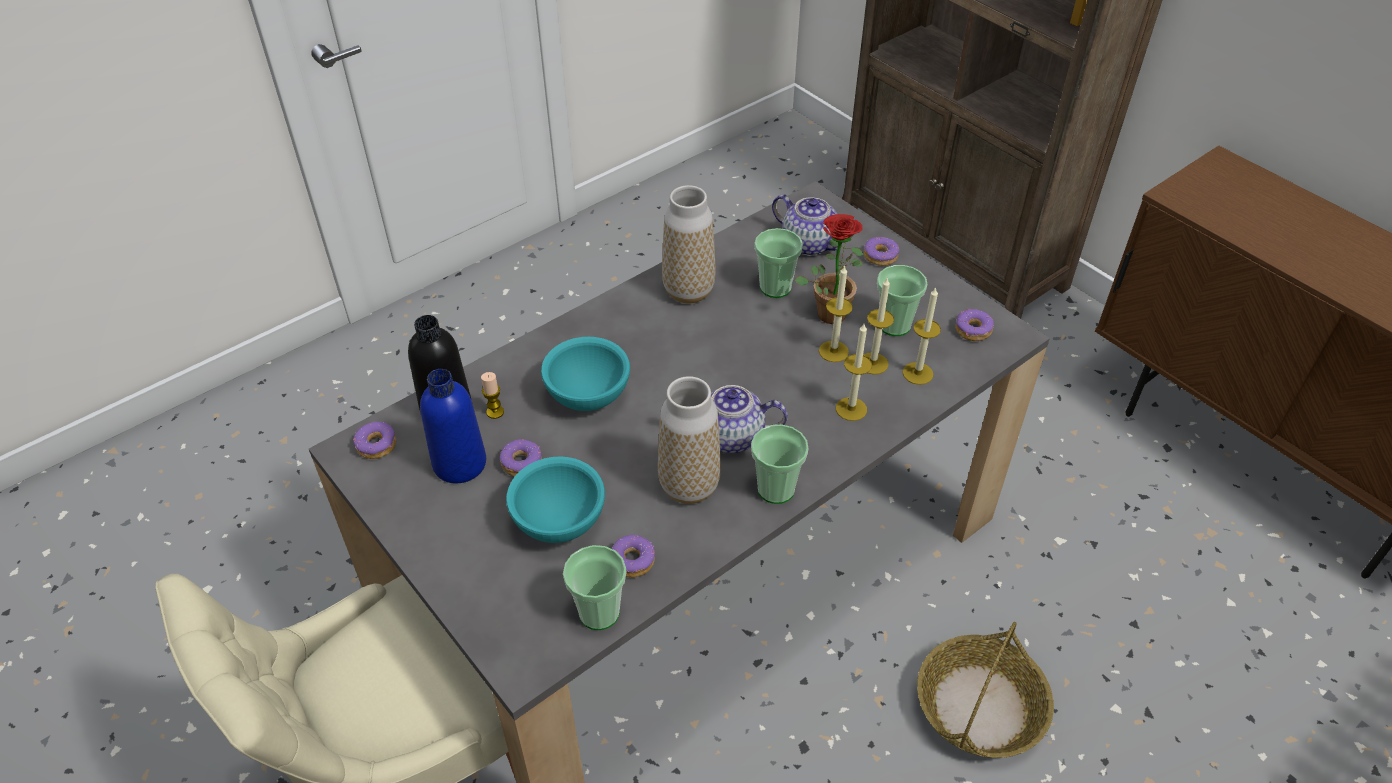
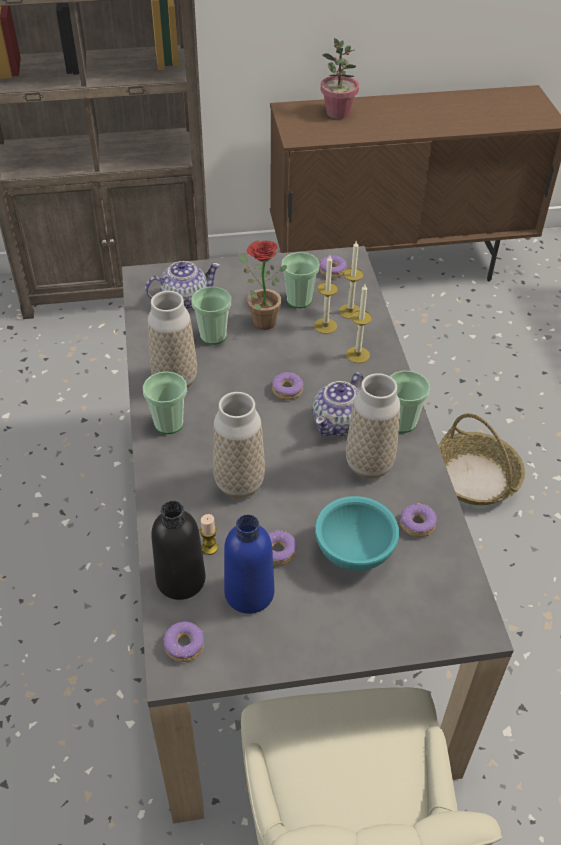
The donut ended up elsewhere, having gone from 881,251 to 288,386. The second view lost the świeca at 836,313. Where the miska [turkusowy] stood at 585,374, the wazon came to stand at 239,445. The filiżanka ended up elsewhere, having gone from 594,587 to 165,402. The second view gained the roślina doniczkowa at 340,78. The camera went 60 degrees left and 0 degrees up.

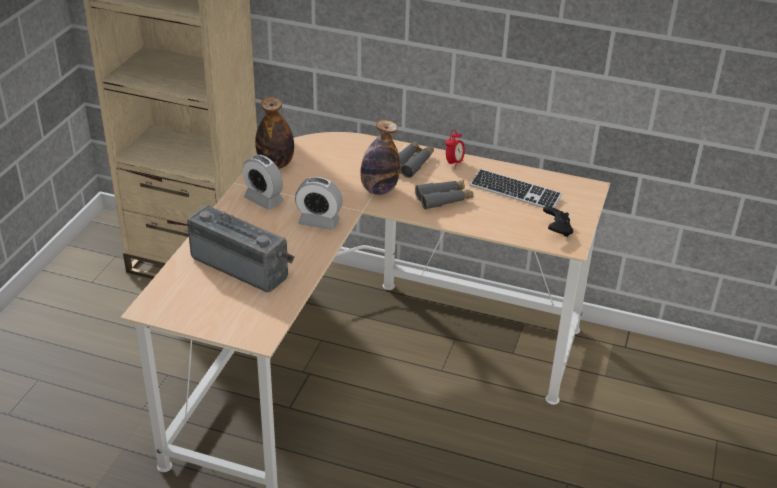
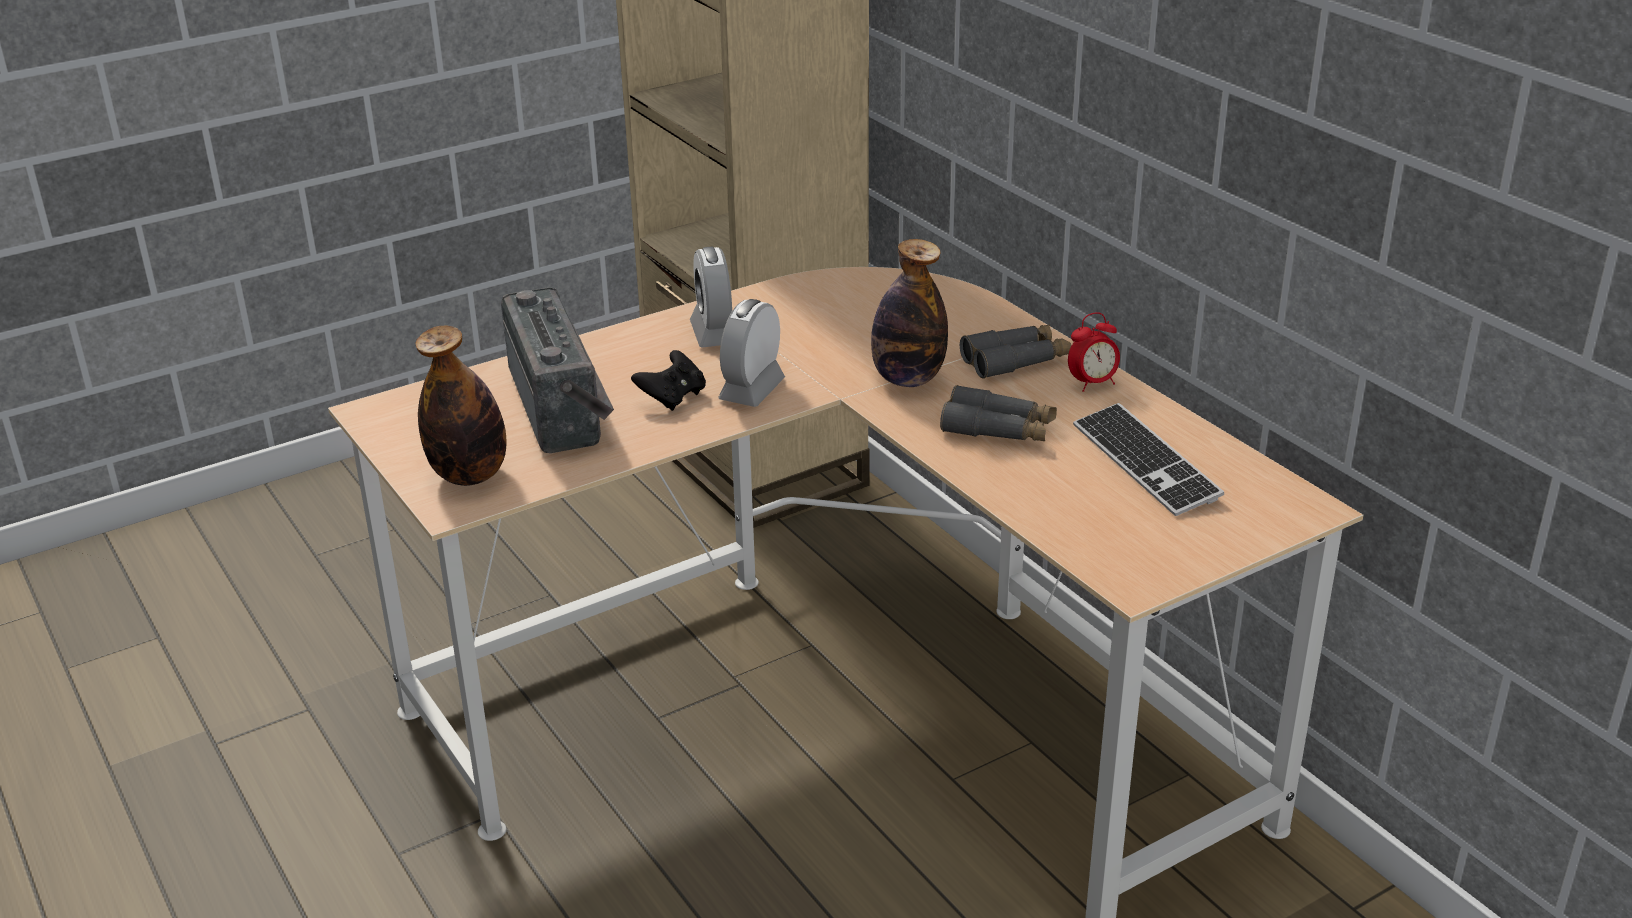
The butelka ended up elsewhere, having gone from 274,133 to 461,406. The budzik at 319,203 ended up facing another way, 60 degrees clockwise from before. The pad do gier [czarny] ended up elsewhere, having gone from 558,221 to 668,380. The camera went 40 degrees right and 5 degrees down.

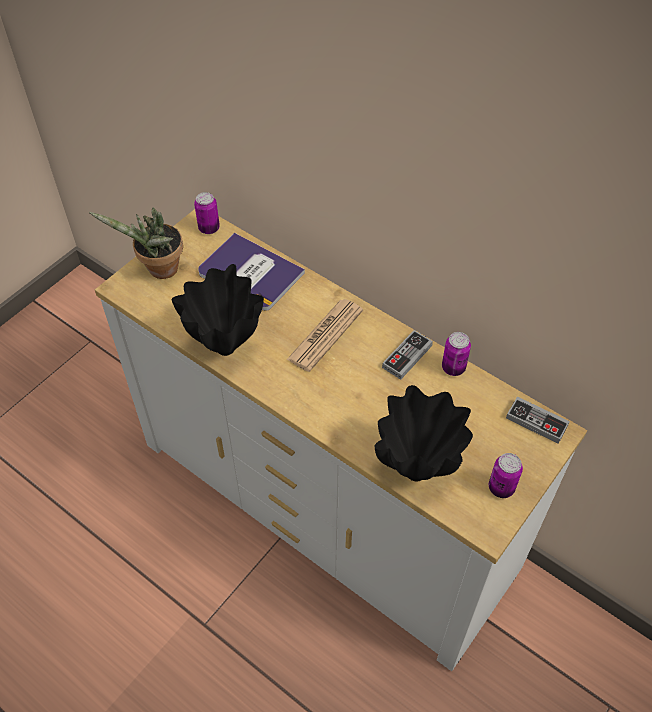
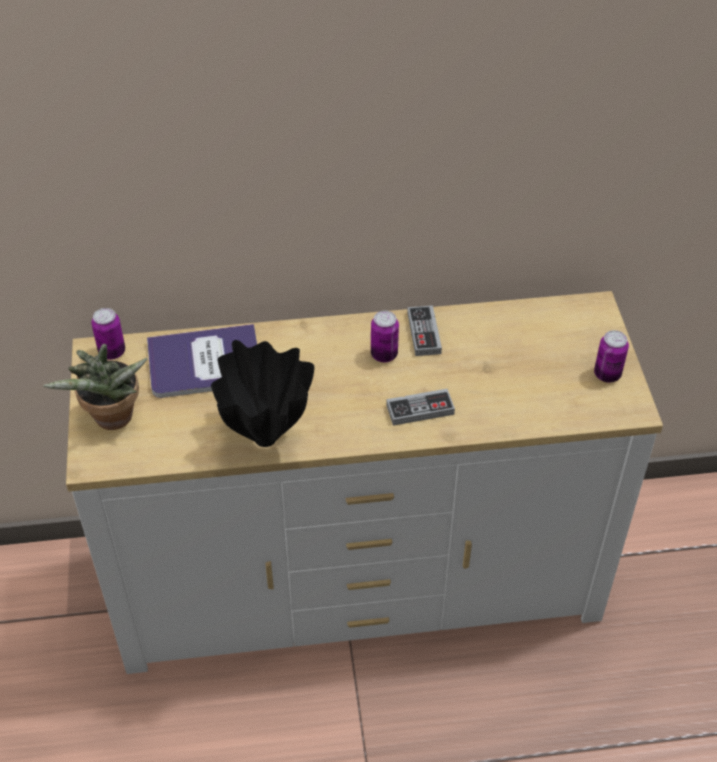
The second view lost the gazeta at 325,335. The puszka ended up elsewhere, having gone from 456,354 to 385,336. The second view lost the wazon [czarny] at 424,433. The pad do gier ended up elsewhere, having gone from 538,420 to 420,407. The camera went 45 degrees left and 5 degrees down.

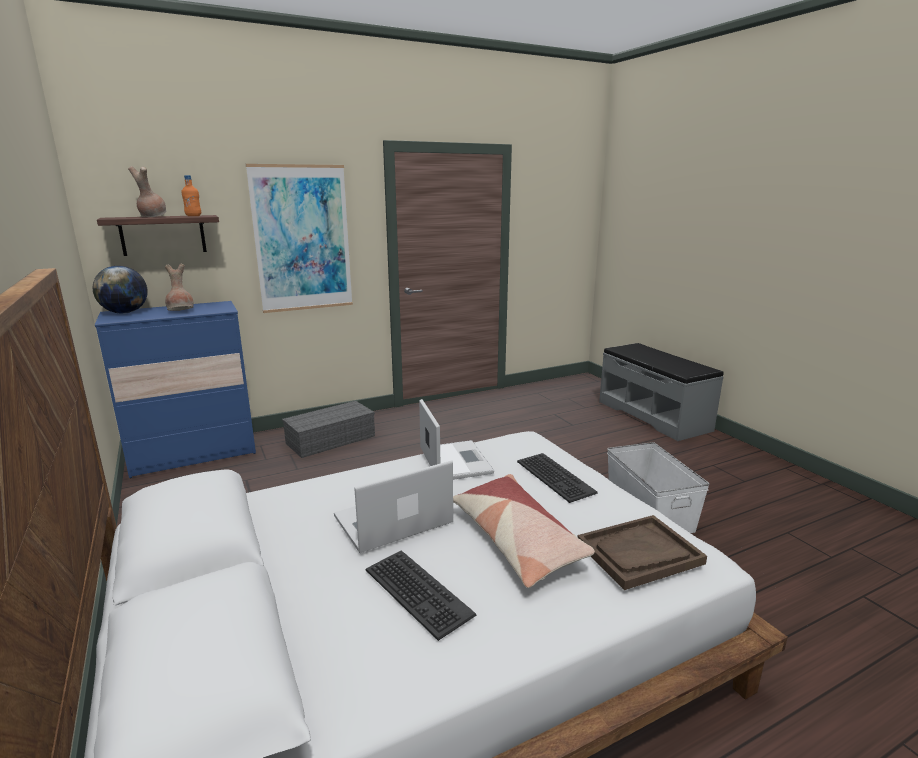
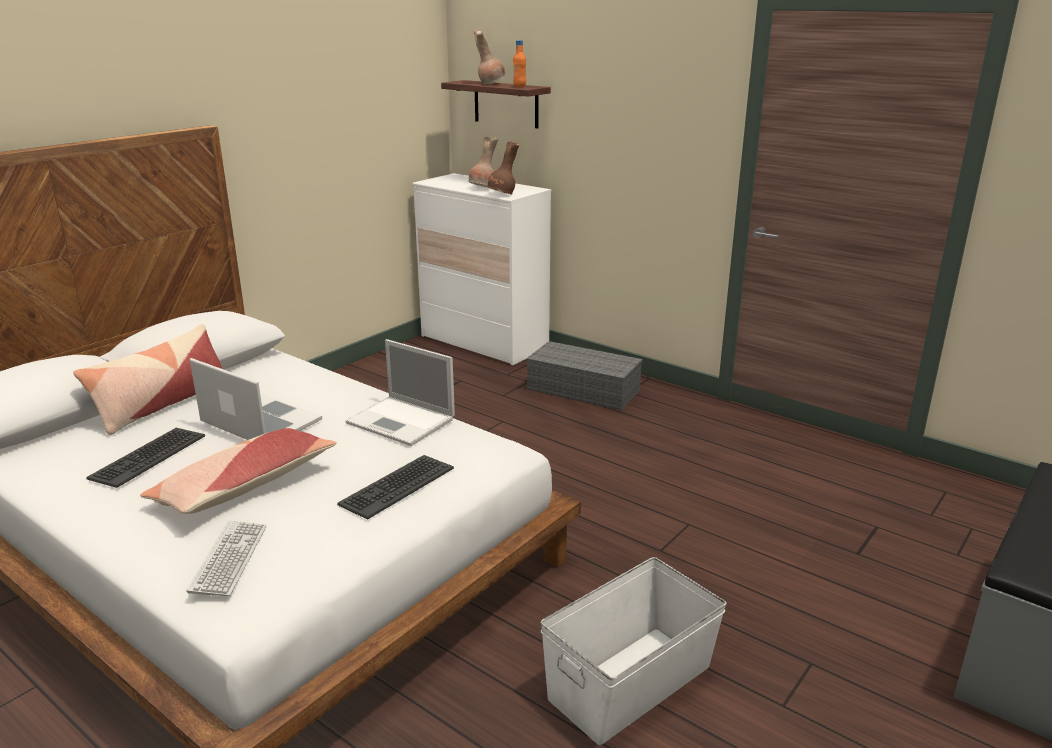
The second view lost the obraz at 299,238. The second view lost the globus at 120,290. What was the komoda [niebieski] at 175,389 turned into the komoda [biały] at 481,269. The laptop at 456,439 ended up facing another way, 75 degrees clockwise from before. Where the taca [brązowy] stood at 642,552, the klawiatura came to stand at 226,558. The second view gained the wazon [brązowy] at 503,167. The second view gained the poduszka at 148,379. The camera went 65 degrees right and 5 degrees up.

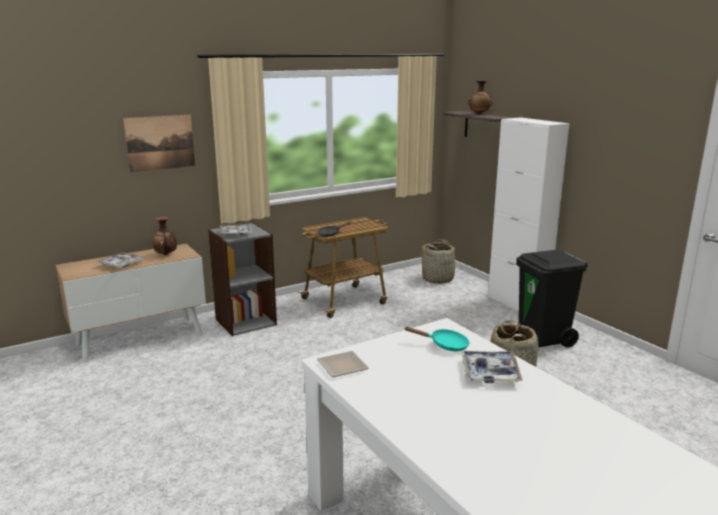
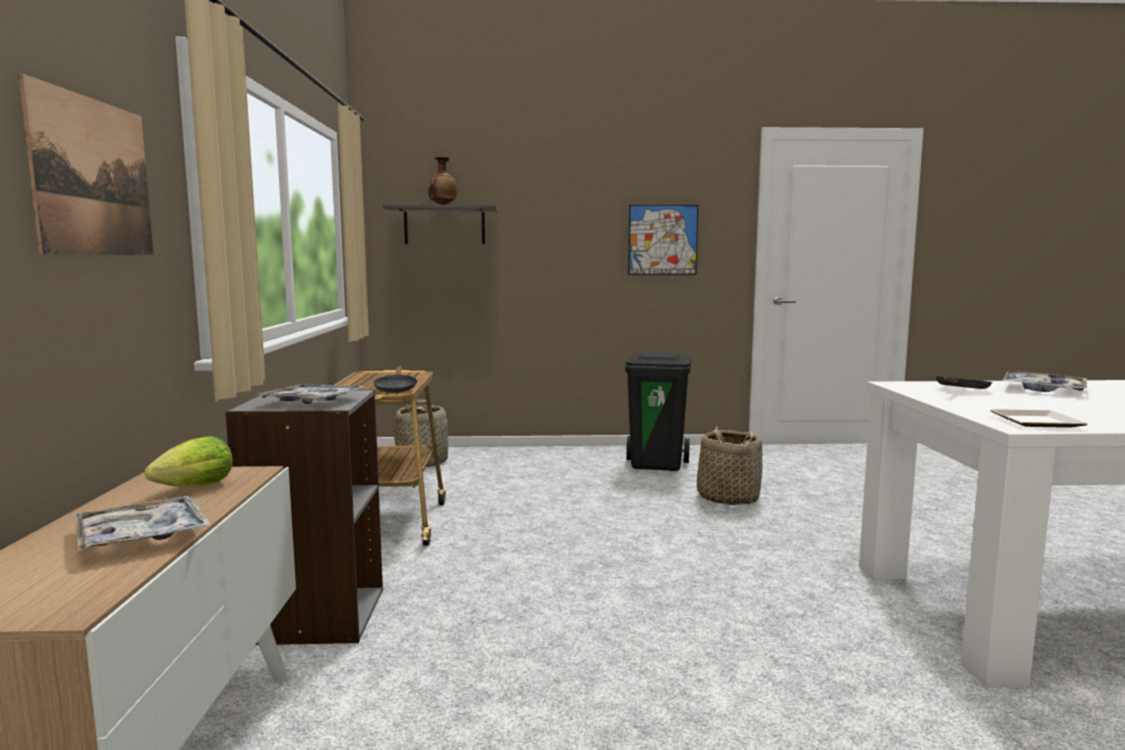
The second view lost the szafka [biały] at 529,214. Where the wazon stood at 165,236, the sałata came to stand at 189,461. What was the patelnia [turkusowy] at 437,339 turned into the patelnia [czarny] at 964,382. The second view gained the obraz at 663,240. The camera went 60 degrees left and 10 degrees down.

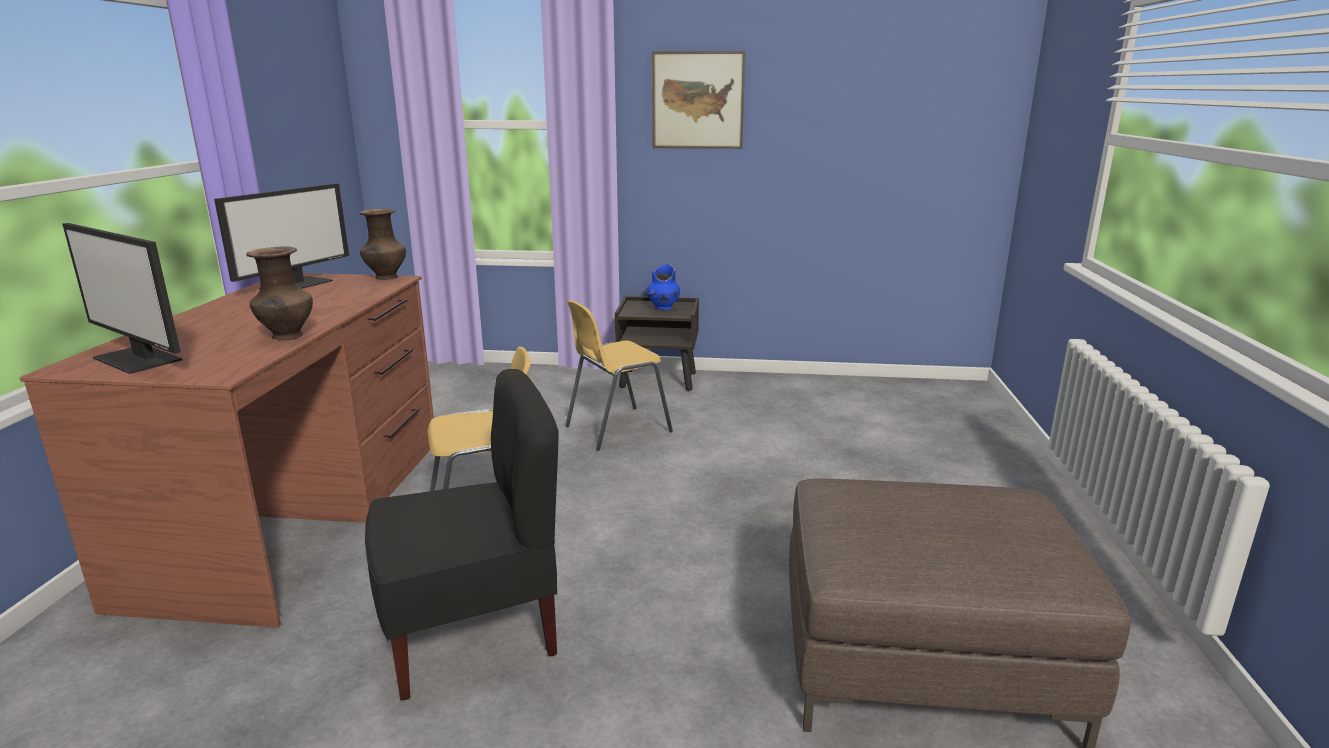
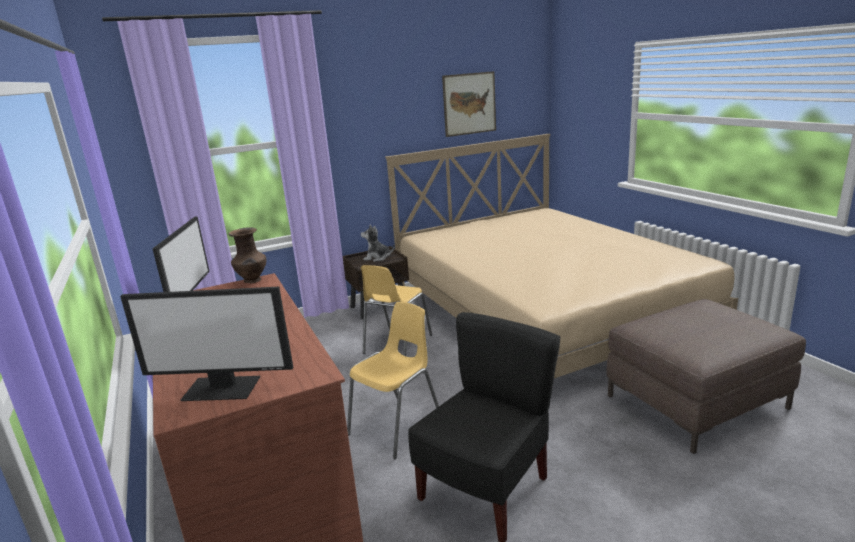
The obraz ended up elsewhere, having gone from 698,100 to 469,104. The second view lost the wazon [brązowy] at 279,293. Where the wazon [niebieski] stood at 663,287, the pluszak came to stand at 377,243. The second view gained the łóżko [beżowy] at 561,256. The camera went 30 degrees left and 0 degrees up.

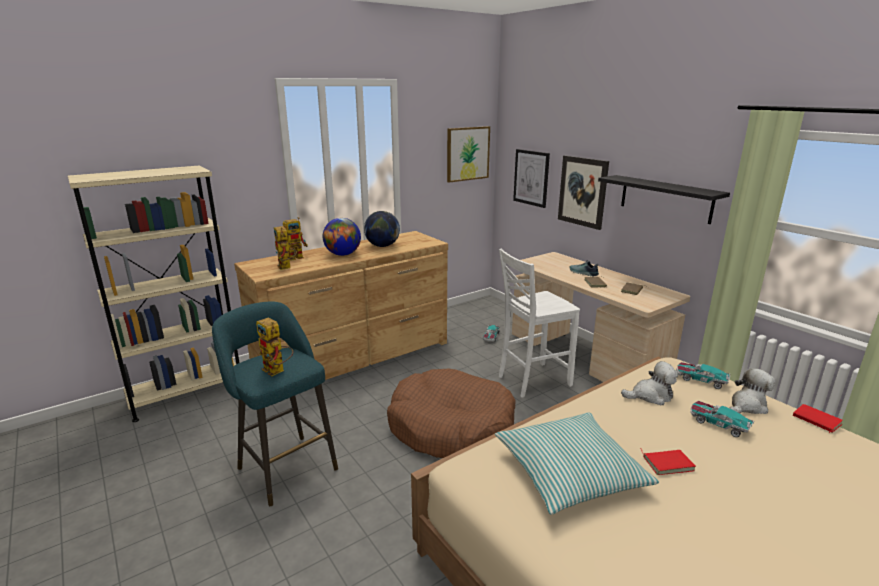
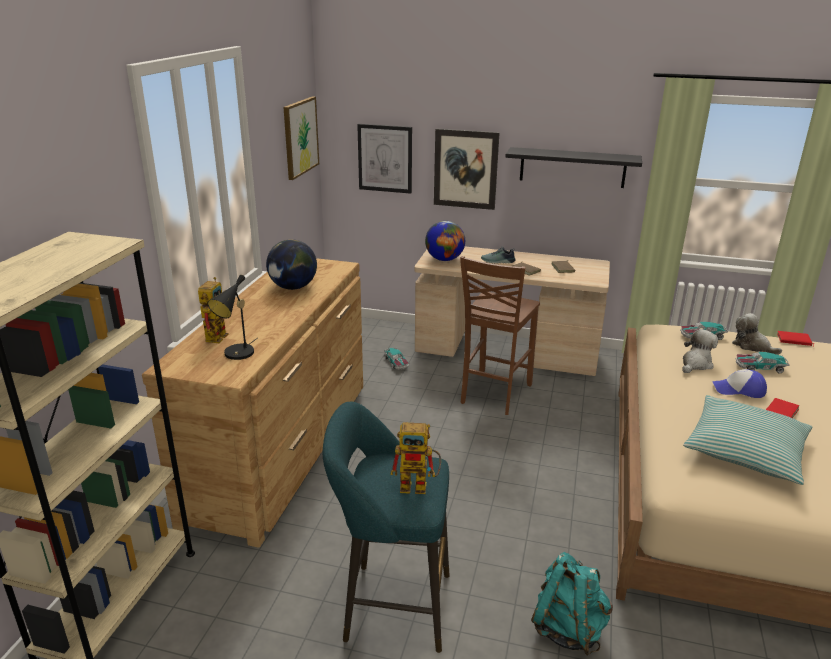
The globus ended up elsewhere, having gone from 342,237 to 445,241. Where the robot zabawkowy stood at 285,248, the lampa stołowa [czarny] came to stand at 232,317. What was the krzesło [biały] at 539,323 turned into the krzesło [brązowy] at 500,335. The pluszak at 752,391 ended up facing another way, 60 degrees counterclockwise from before. The second view lost the legowisko [brązowy] at 451,413. The second view gained the czapka z daszkiem at 739,383. The second view gained the plecak [turkusowy] at 572,603. The camera went 40 degrees left and 5 degrees up.

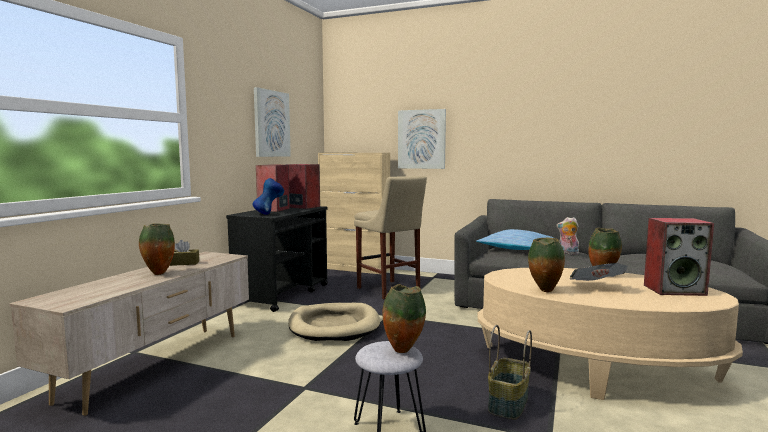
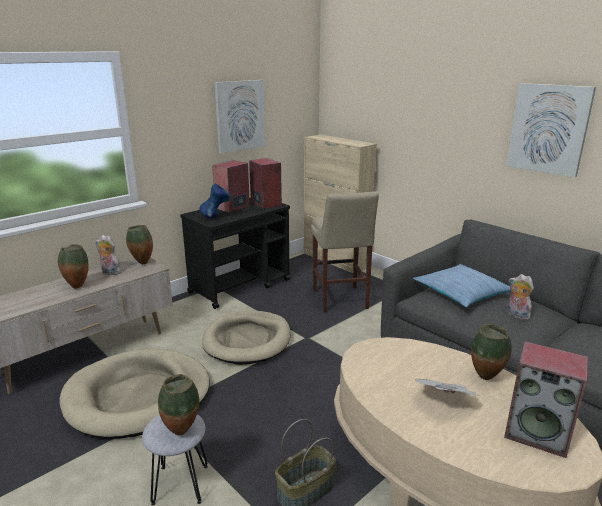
The obraz ended up elsewhere, having gone from 422,139 to 551,130. The wazon ended up elsewhere, having gone from 546,265 to 139,244. Where the pudełko chusteczek [brązowy] stood at 184,253, the pluszak came to stand at 108,255. The second view gained the legowisko [beżowy] at 135,393. The camera went 25 degrees right and 15 degrees up.

